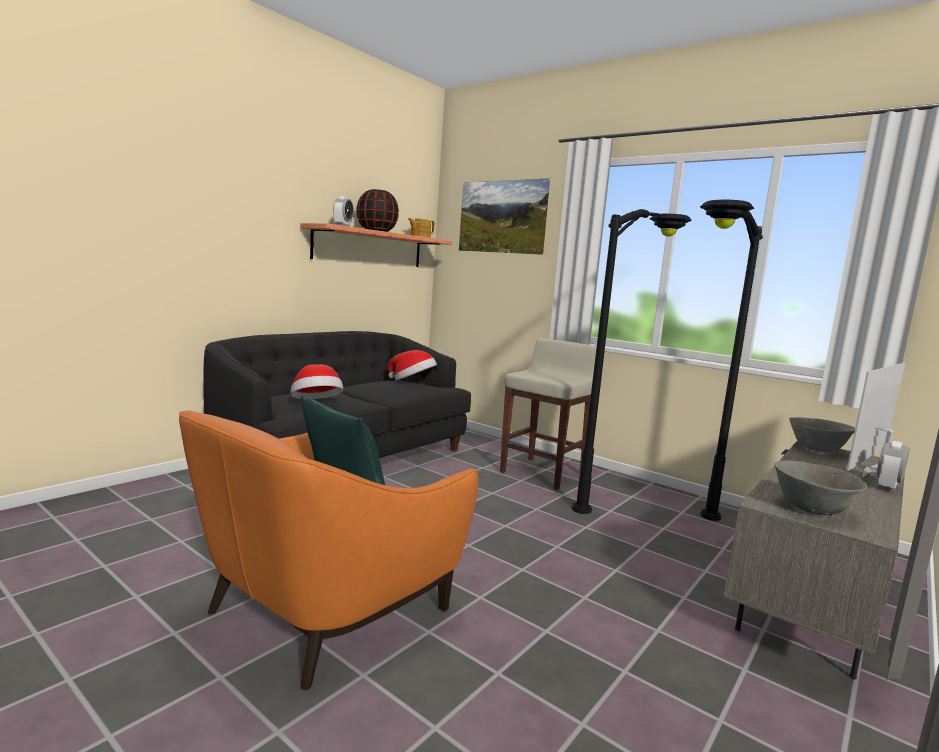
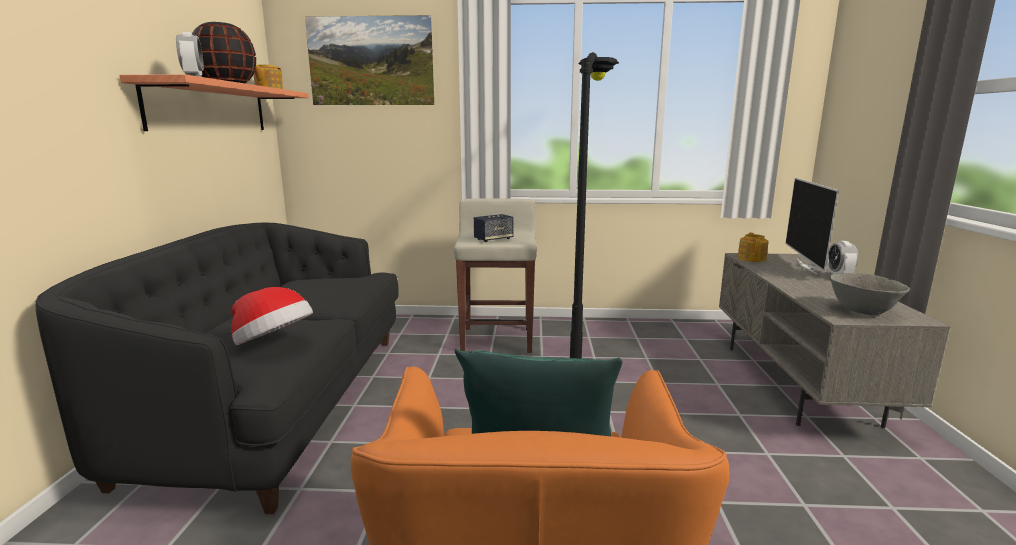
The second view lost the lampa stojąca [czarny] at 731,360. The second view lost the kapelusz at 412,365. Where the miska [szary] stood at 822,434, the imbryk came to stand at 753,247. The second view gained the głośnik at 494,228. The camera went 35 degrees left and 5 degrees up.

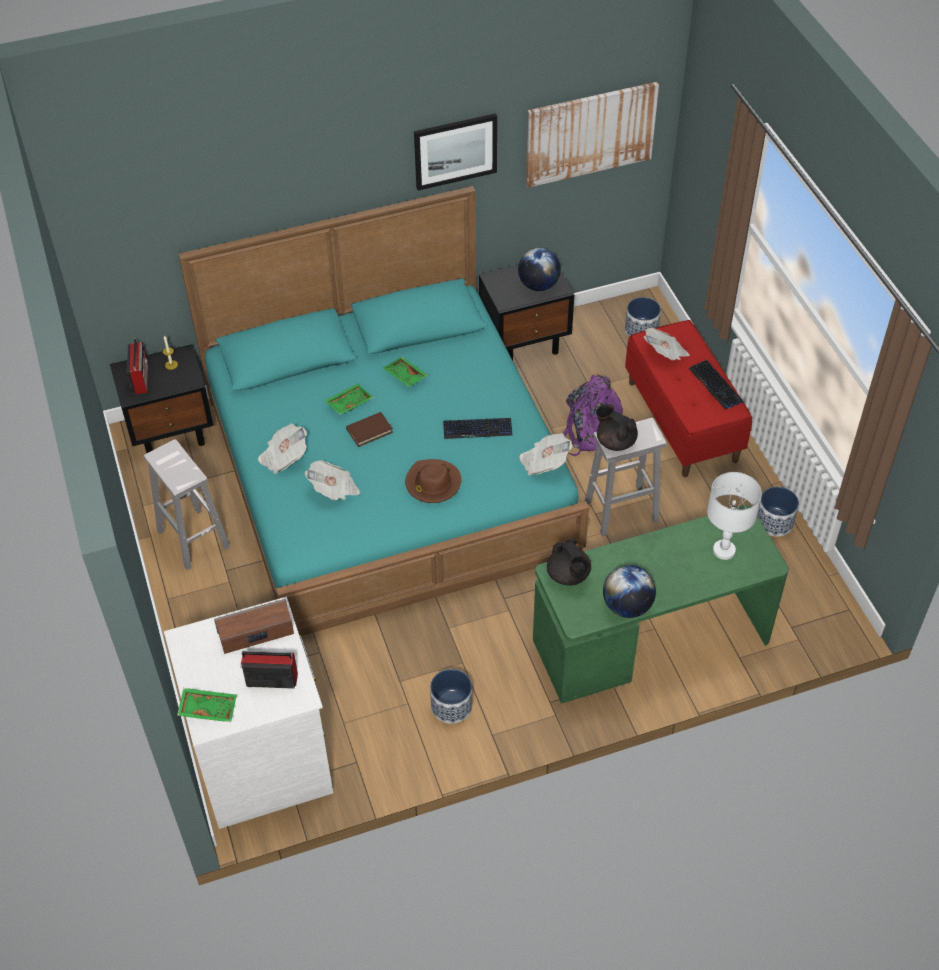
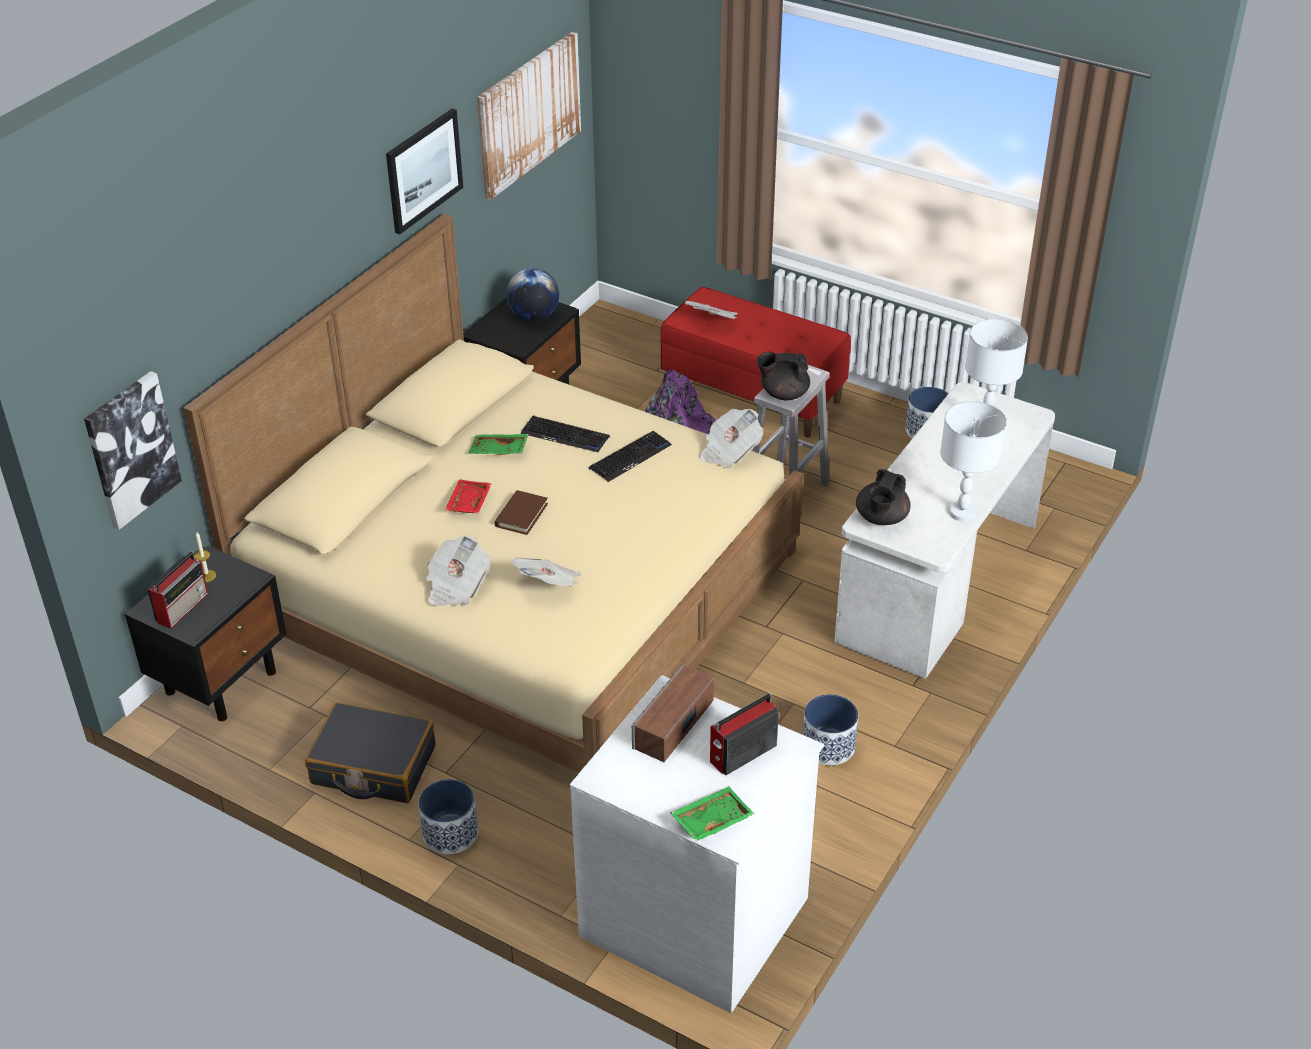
What was the łóżko [turkusowy] at 383,411 turned into the łóżko [beżowy] at 493,493. The donica ended up elsewhere, having gone from 643,317 to 448,816. The radio at 137,366 ended up facing another way, 75 degrees clockwise from before. The klawiatura ended up elsewhere, having gone from 716,385 to 565,433. What was the taca [zielony] at 349,399 turned into the taca [czerwony] at 468,496. Where the stołek [biały] stood at 187,504, the walizka [czarny] came to stand at 370,752. The second view lost the kapelusz [brązowy] at 433,481. What was the biurko [zielony] at 661,604 turned into the biurko [biały] at 945,530. The imbryk [czarny] at 569,562 ended up facing another way, 90 degrees clockwise from before. Where the globus stood at 629,591, the lampa stołowa [biały] came to stand at 973,461. The second view gained the obraz at 133,450. The camera went 40 degrees left and 10 degrees down.

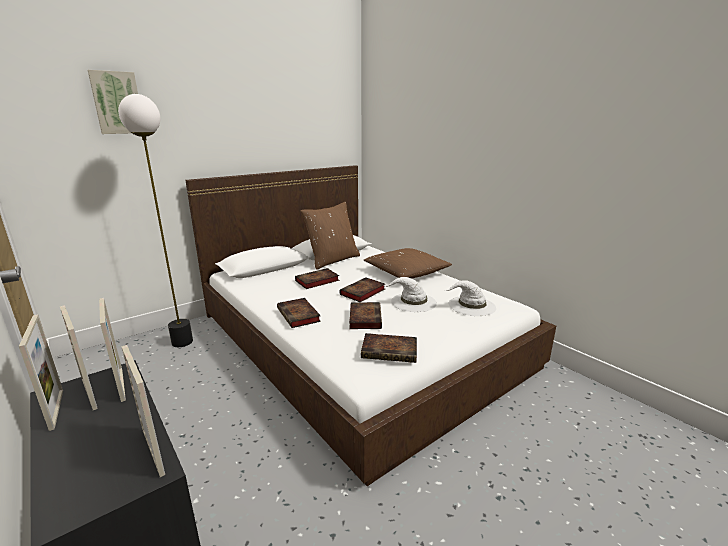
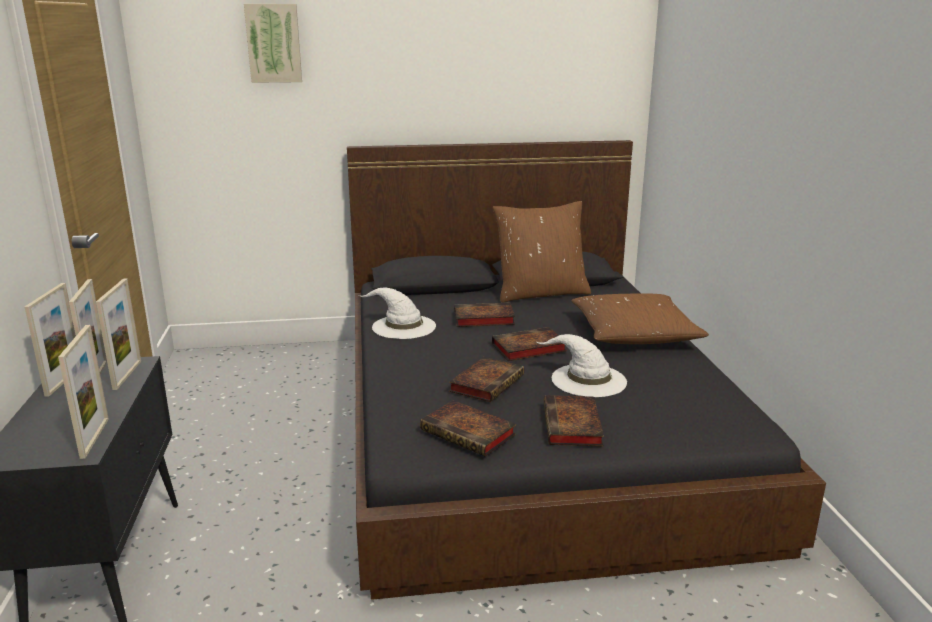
The second view lost the lampa stojąca at 155,220. What was the łóżko [biały] at 370,325 turned into the łóżko [czarny] at 586,370. The kapelusz [biały] ended up elsewhere, having gone from 470,298 to 397,313. The książka ended up elsewhere, having gone from 299,313 to 574,420. The camera went 30 degrees right and 0 degrees up.

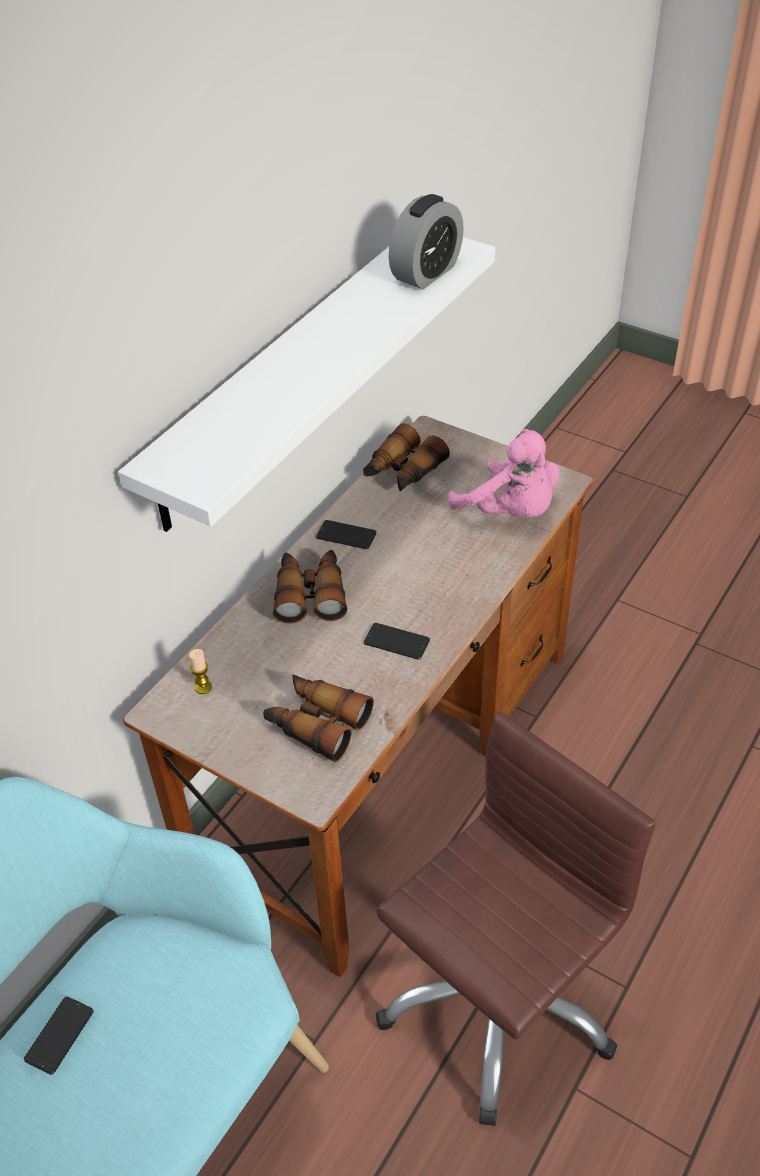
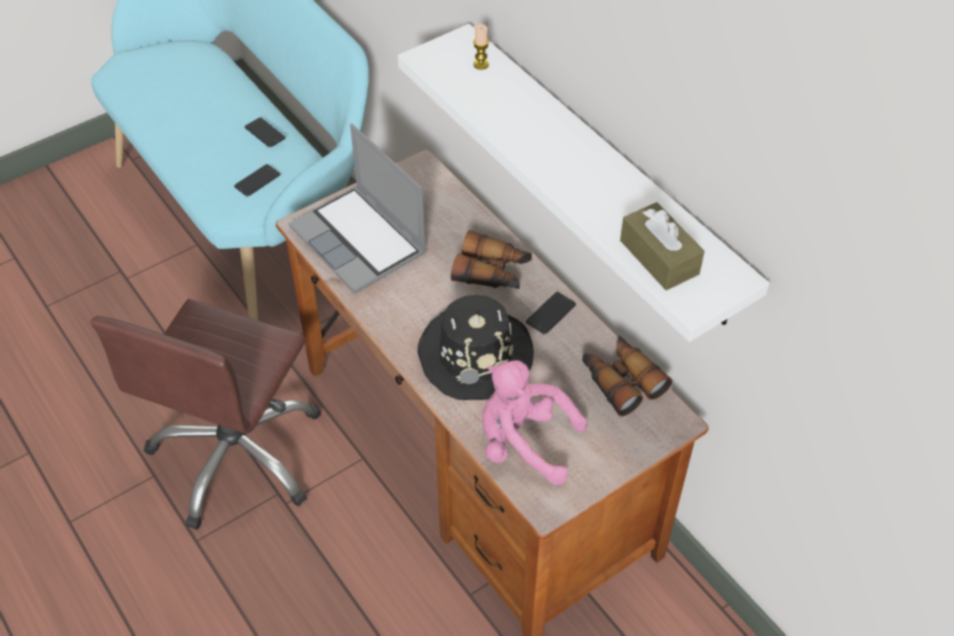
Where the budzik stood at 426,242, the pudełko chusteczek [brązowy] came to stand at 662,246. The pluszak [różowy] at 504,473 ended up facing another way, 45 degrees clockwise from before. The telefon ended up elsewhere, having gone from 397,641 to 257,180. The świeca ended up elsewhere, having gone from 200,671 to 481,47. Where the lornetka stood at 318,718, the laptop came to stand at 358,209. The krzesło biurowe [brązowy] at 516,919 ended up facing another way, 45 degrees clockwise from before. The second view gained the kapelusz [czarny] at 476,347. The camera went 110 degrees right and 5 degrees up.

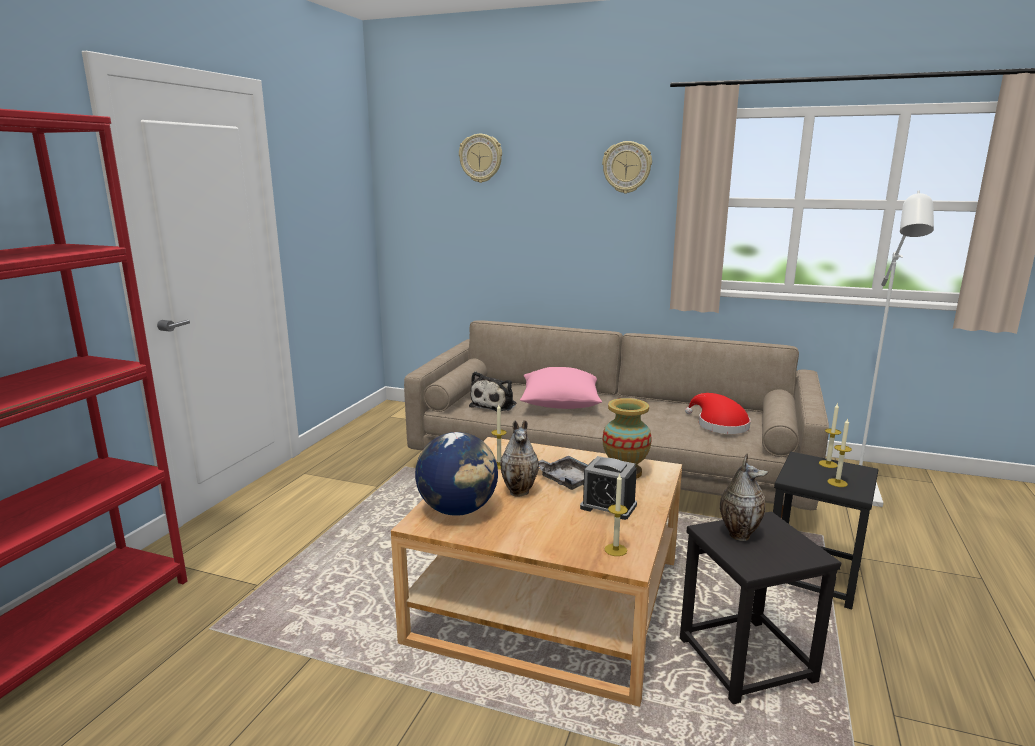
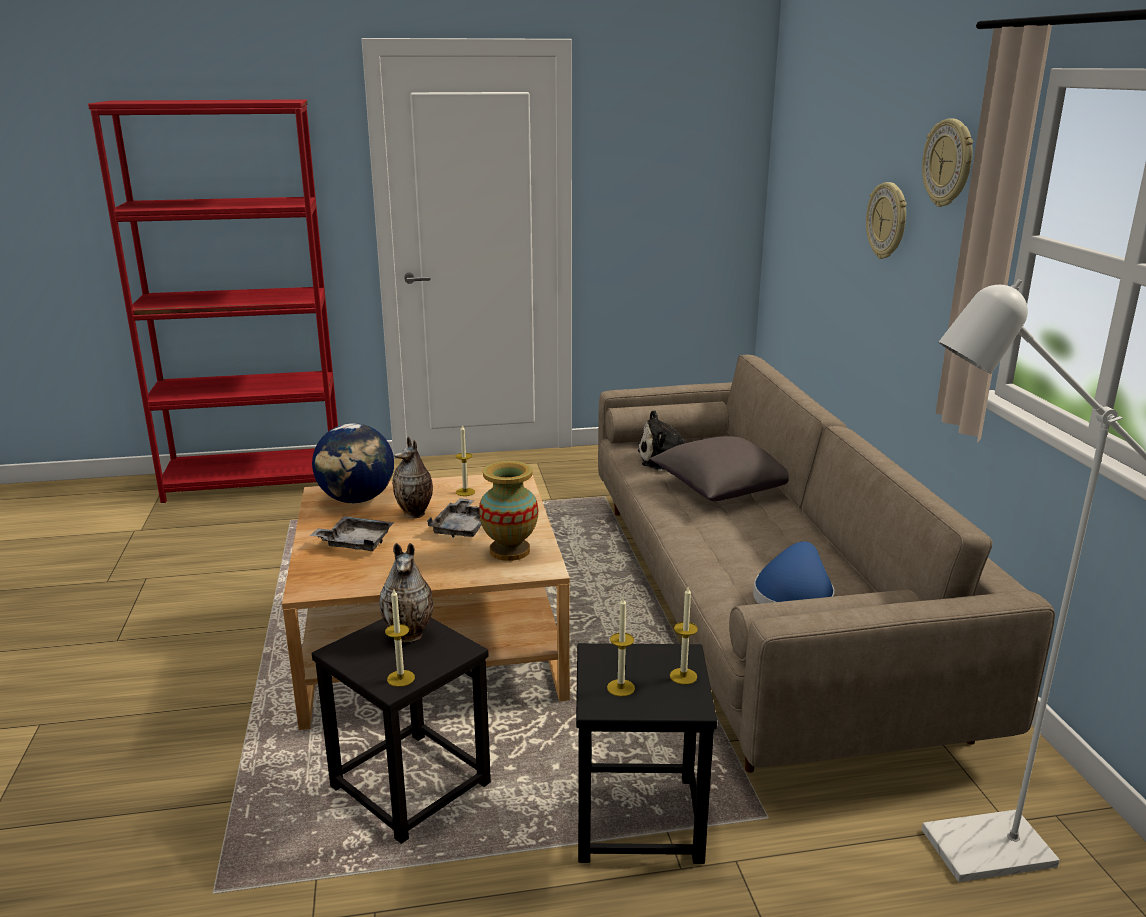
The zegar ścienny ended up elsewhere, having gone from 480,158 to 886,220. What was the poduszka [różowy] at 561,388 turned into the poduszka [szary] at 719,468. What was the kapelusz [czerwony] at 718,413 turned into the kapelusz [niebieski] at 794,572. The second view lost the budzik at 608,488. The świeca ended up elsewhere, having gone from 616,515 to 400,638. The second view gained the taca [szary] at 352,533. The camera went 60 degrees right and 5 degrees up.

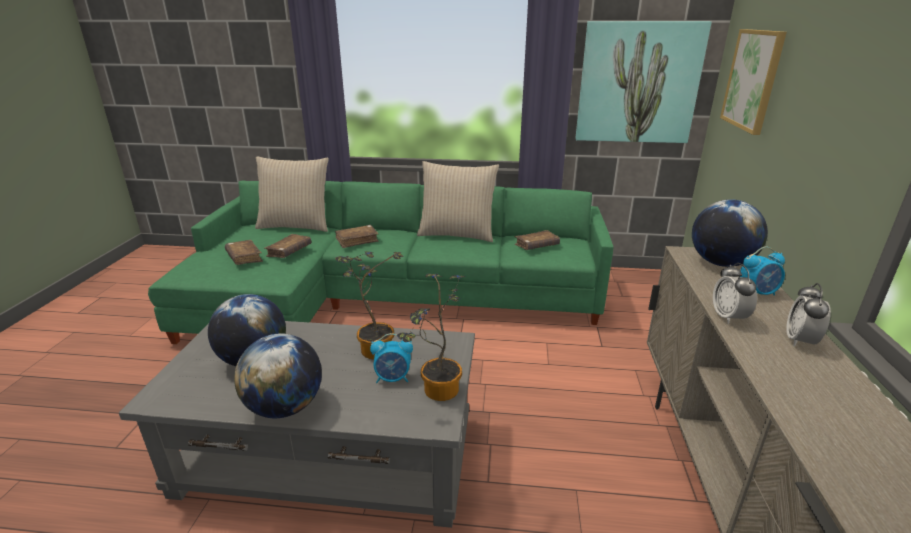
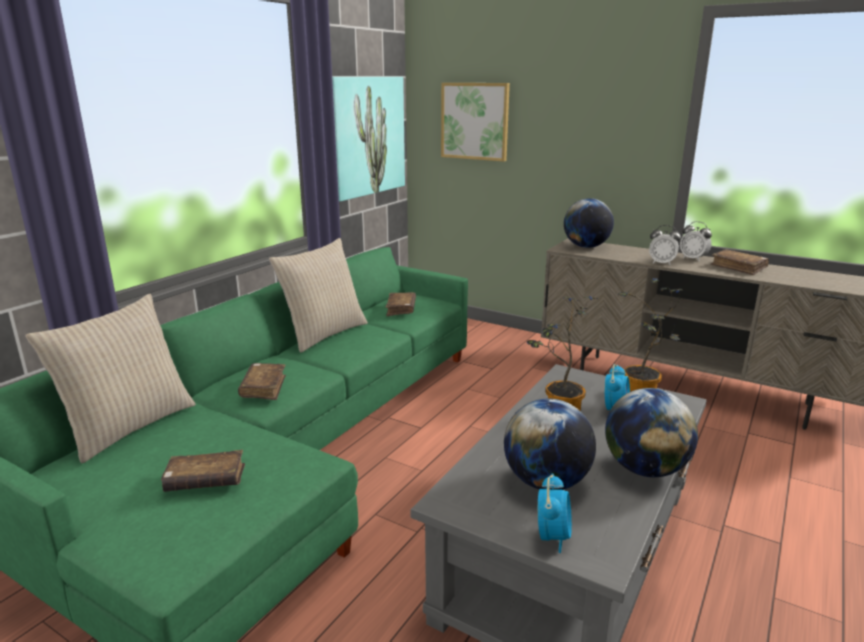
The książka [brązowy] ended up elsewhere, having gone from 287,246 to 739,262. The budzik ended up elsewhere, having gone from 762,271 to 555,513. The camera went 65 degrees left and 5 degrees down.

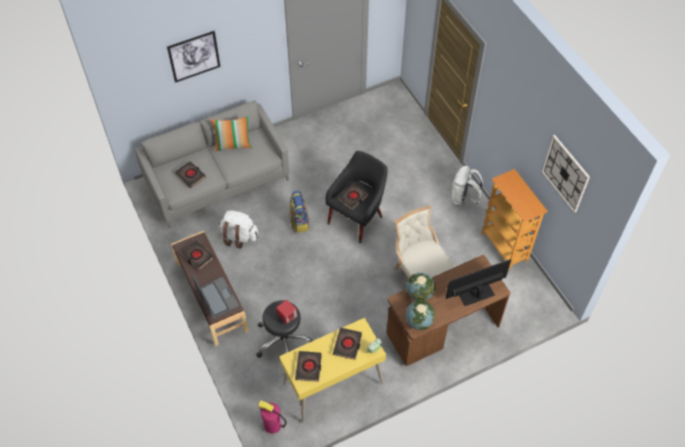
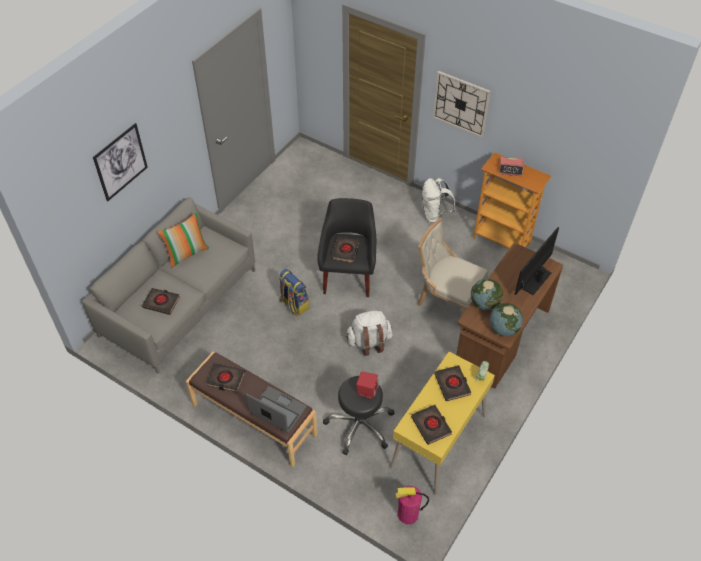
The zegar ścienny ended up elsewhere, having gone from 565,174 to 461,104. The plecak [biały] ended up elsewhere, having gone from 239,229 to 369,333. The second view gained the budzik at 511,166. The camera went 30 degrees left and 5 degrees down.

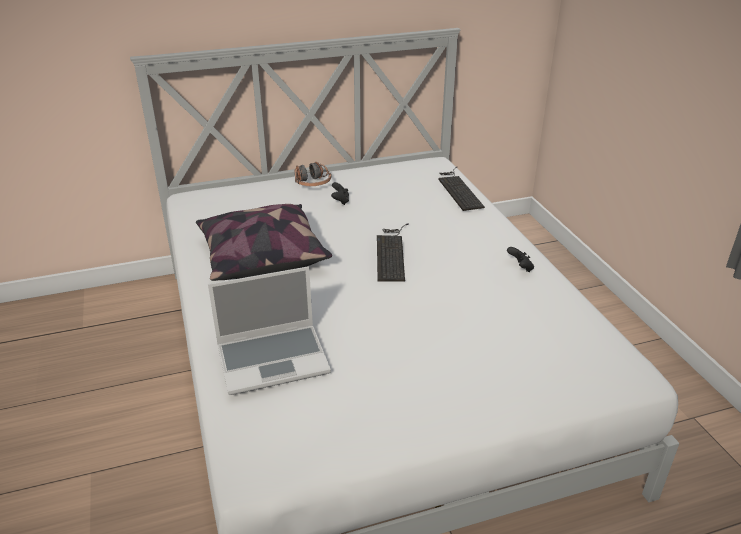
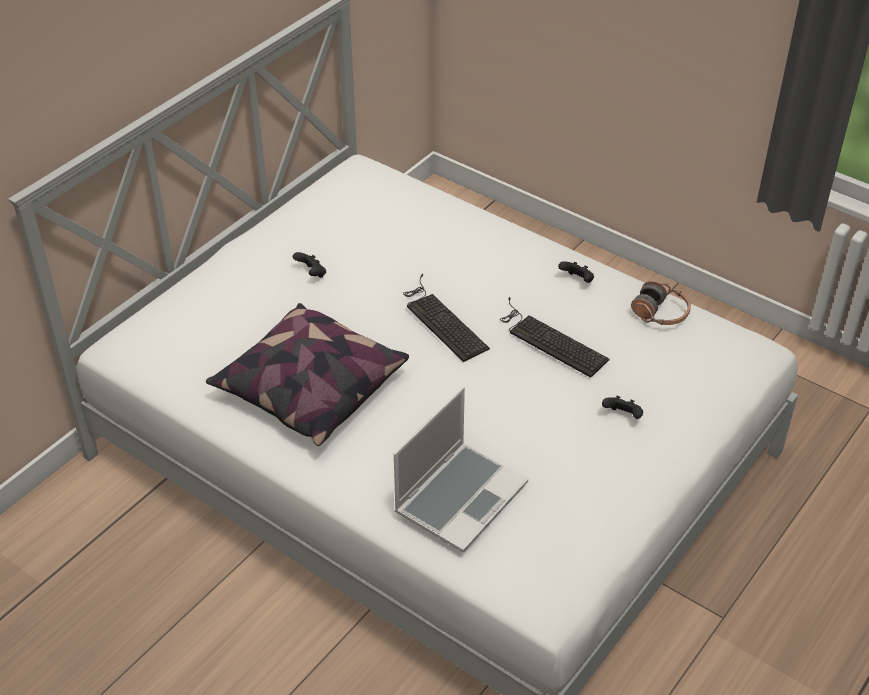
The słuchawki ended up elsewhere, having gone from 313,174 to 661,303. The klawiatura ended up elsewhere, having gone from 461,189 to 555,337. The second view gained the pad do gier [czarny] at 622,407. The camera went 35 degrees left and 10 degrees up.

